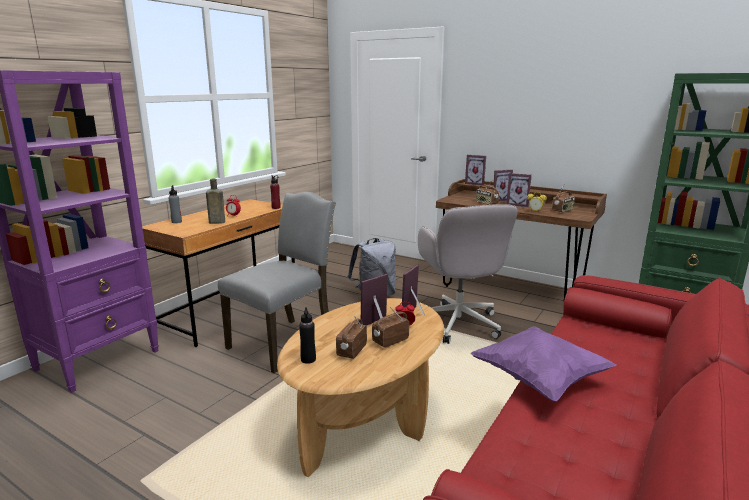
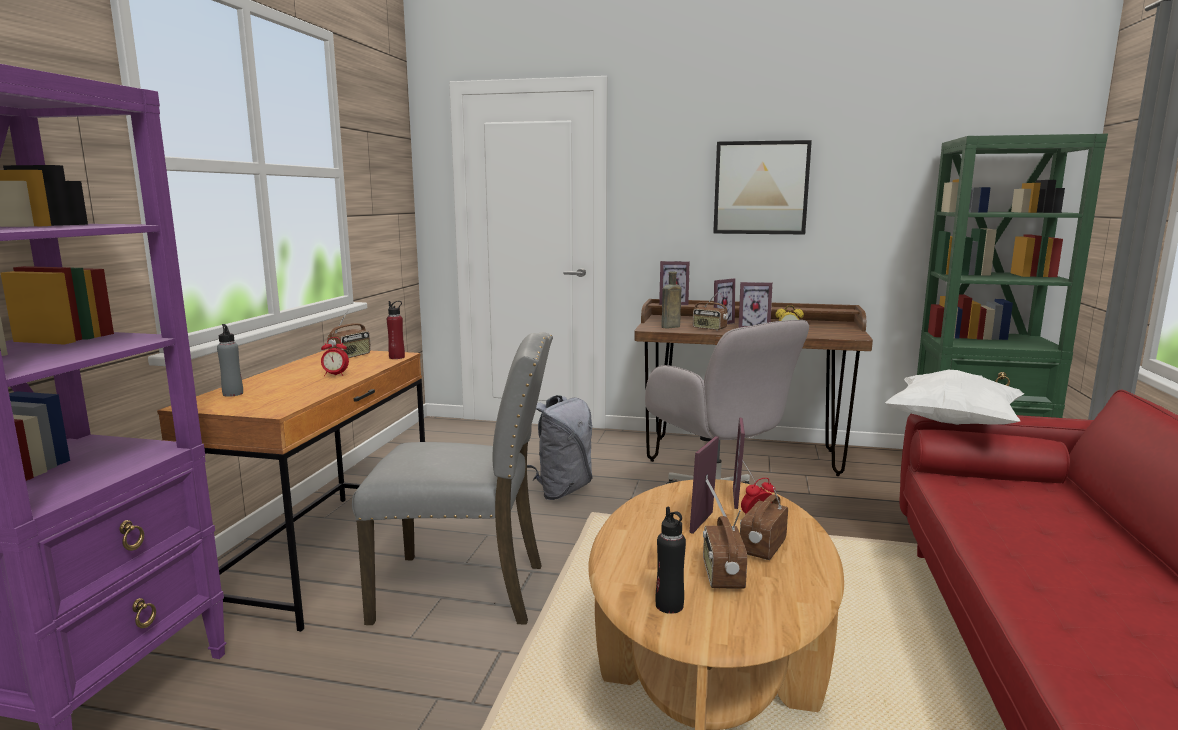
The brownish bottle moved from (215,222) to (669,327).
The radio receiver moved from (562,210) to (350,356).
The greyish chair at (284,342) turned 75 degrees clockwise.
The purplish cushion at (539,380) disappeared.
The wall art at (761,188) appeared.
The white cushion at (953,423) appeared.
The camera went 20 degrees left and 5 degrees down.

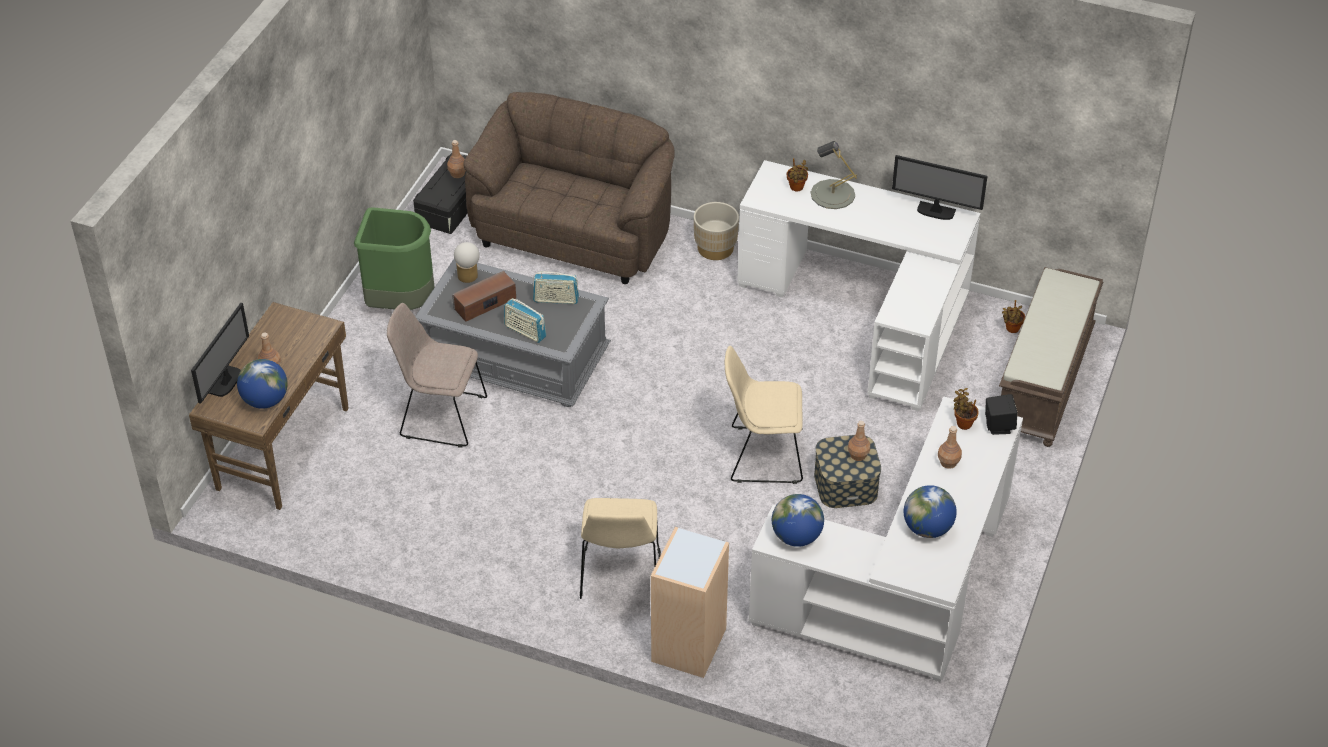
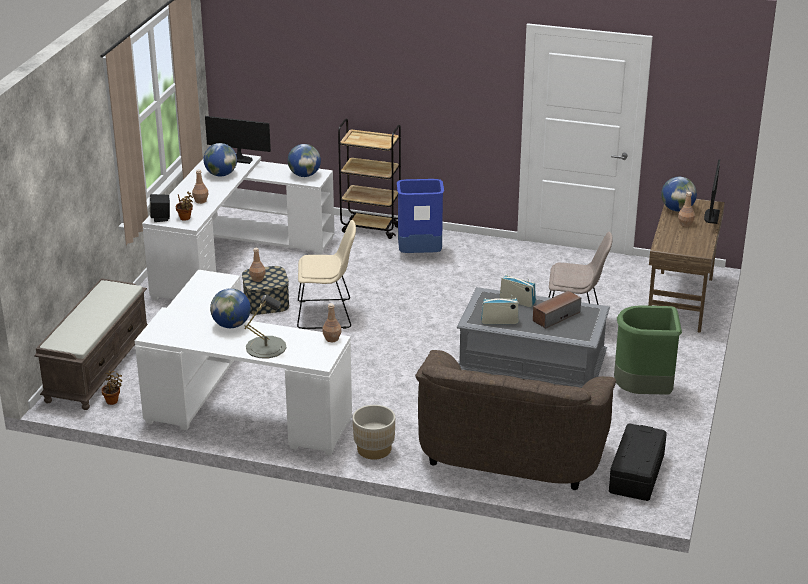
The brownish bottle moved from (457,174) to (332,338).
The computer screen moved from (935,212) to (239,159).
The houseplant at (796,188) disappeared.
The tabletop lamp at (468,278) disappeared.
The beige chair at (620,576) was replaced by the blue-coloured trash can at (419,254).
The shelving unit at (688,645) was replaced by the brownish trolley at (371,229).
The globe at (231,325) appeared.
The camera went 175 degrees right and 15 degrees down.

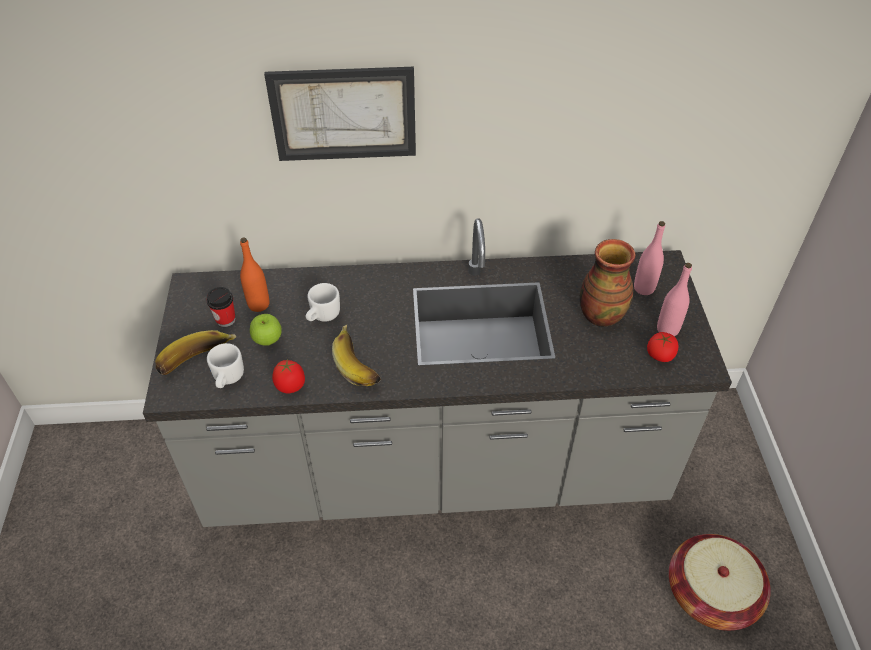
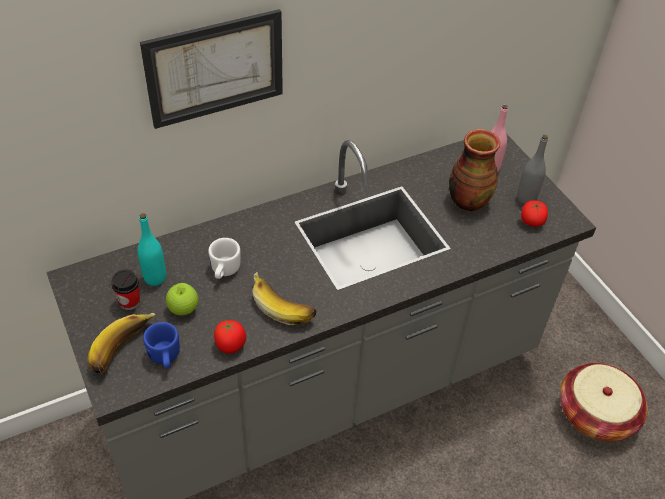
The orangey bottle at (259,304) became the blue-green bottle at (155,278).
The pink bottle at (667,329) became the greyish bottle at (526,198).
The white tea mug at (227,379) became the blue-coloured tea mug at (164,358).
The camera went 25 degrees left and 0 degrees up.

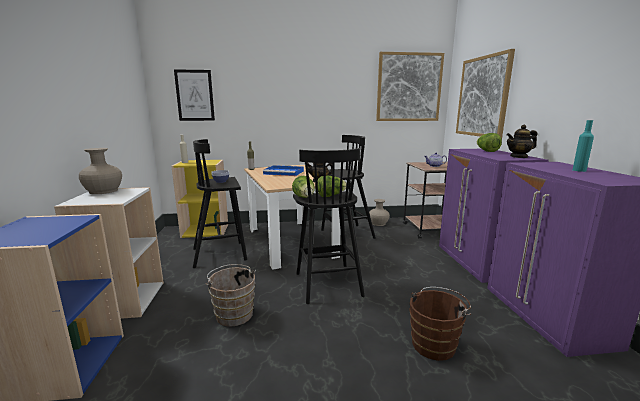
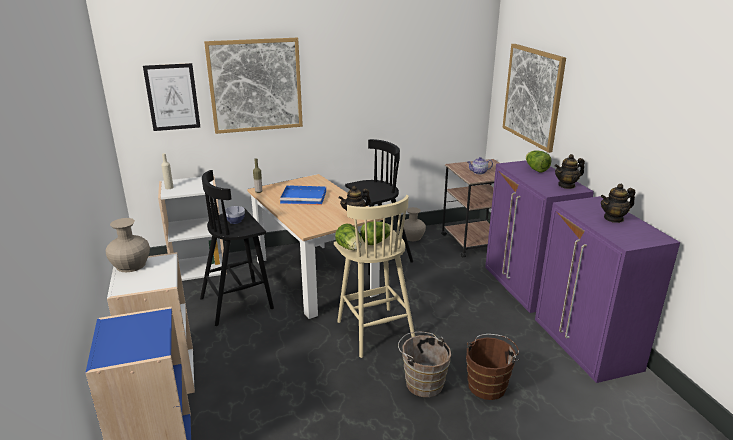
The wall art moved from (409,87) to (255,85).
The blue-green bottle at (579,170) was replaced by the teapot at (613,218).
The black-coloured stool seat at (327,283) became the beige stool seat at (374,330).
The yellow-coloured shelving unit at (206,230) became the white shelving unit at (200,267).
The brownish bucket moved from (234,313) to (422,382).
The camera went 10 degrees left and 10 degrees up.

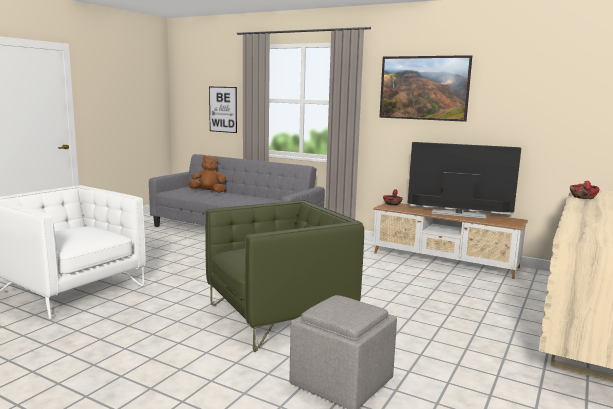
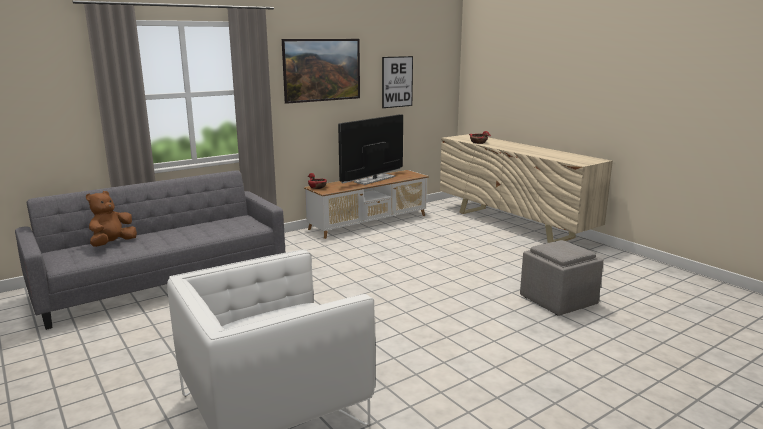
The wall art moved from (223,109) to (397,82).
The green lounge chair at (280,316) disappeared.
The camera went 65 degrees left and 5 degrees up.

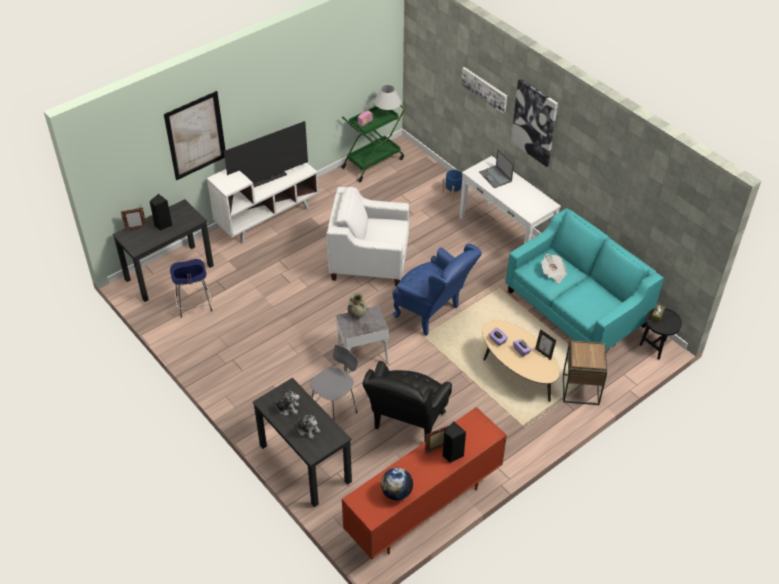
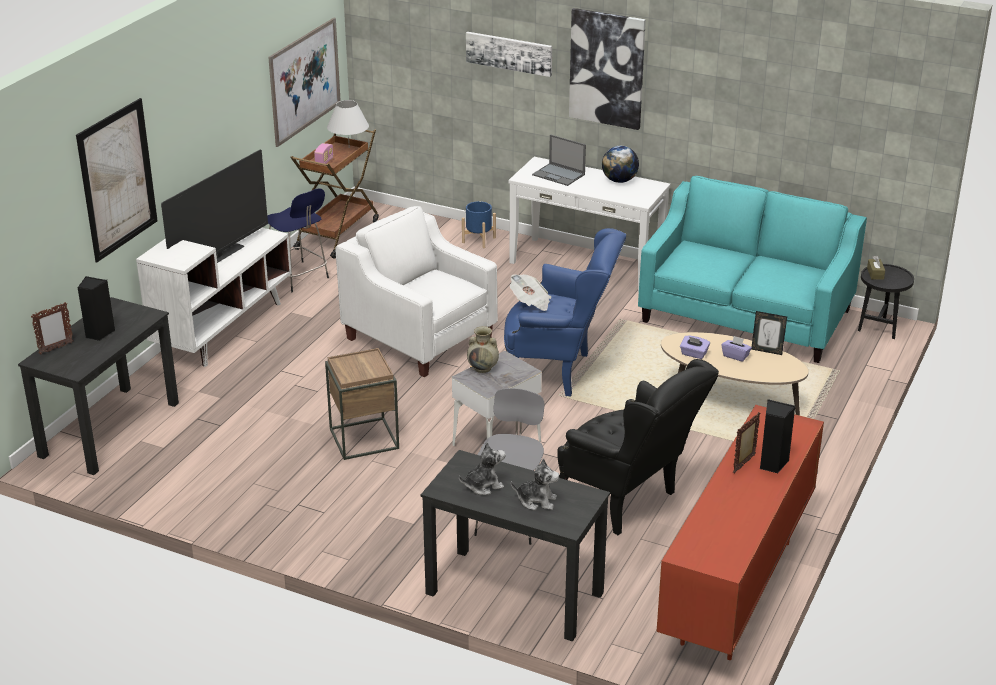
The green trolley at (373,163) became the brownish trolley at (338,235).
The white lounge chair at (369,261) turned 60 degrees clockwise.
The printed paper moved from (553,273) to (530,302).
The blue-coloured stool seat moved from (194,304) to (298,277).
The brownish end table moved from (580,389) to (363,438).
The black-coloured lounge chair at (406,426) turned 45 degrees counterclockwise.
The globe moved from (396,492) to (619,181).
The wall art at (305,81) appeared.
The camera went 25 degrees left and 15 degrees down.

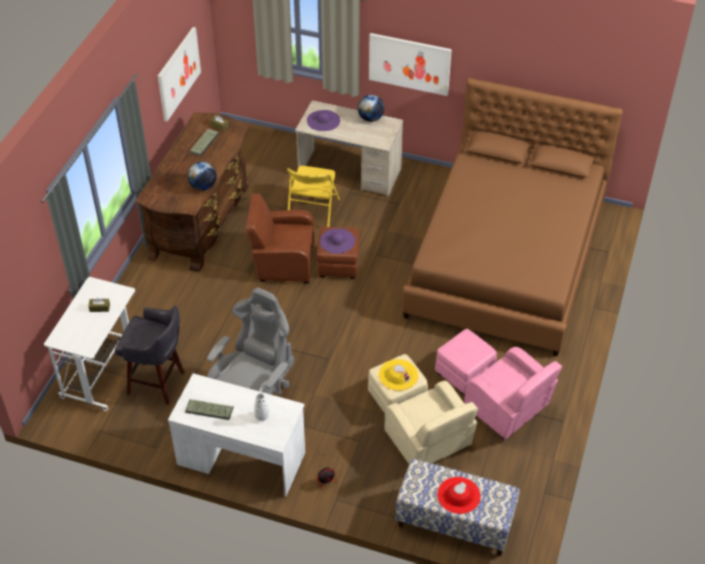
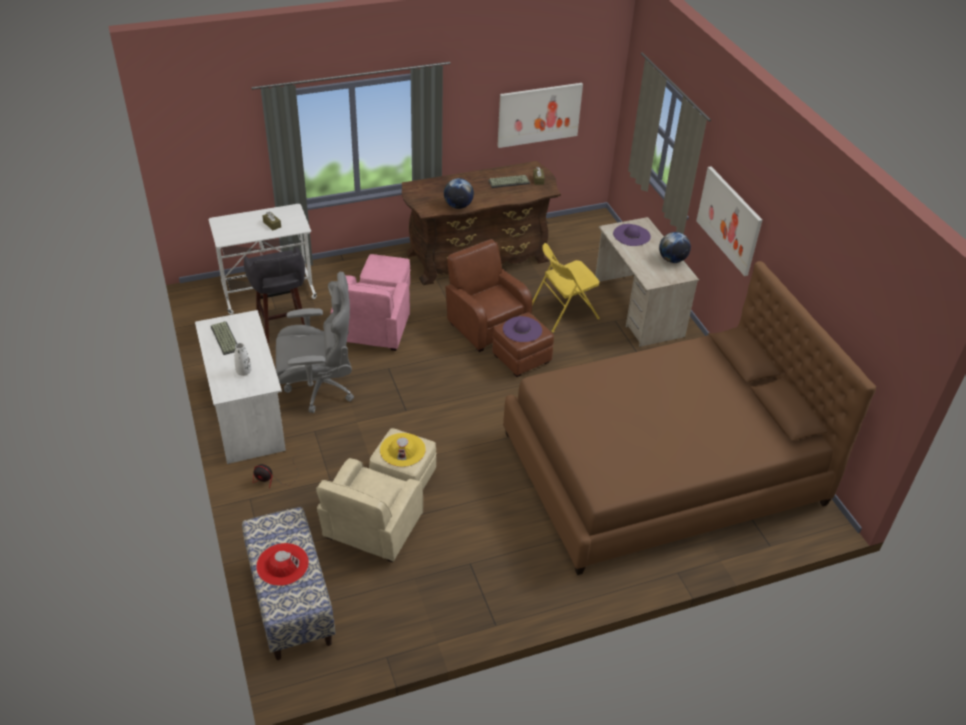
The pink lounge chair moved from (494,397) to (376,320).
The camera went 50 degrees right and 5 degrees down.

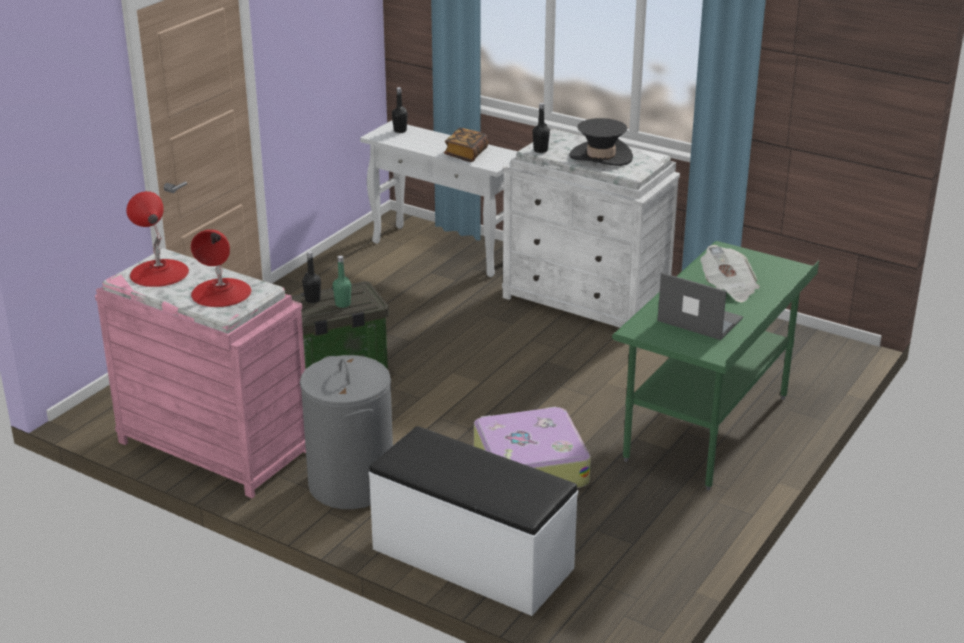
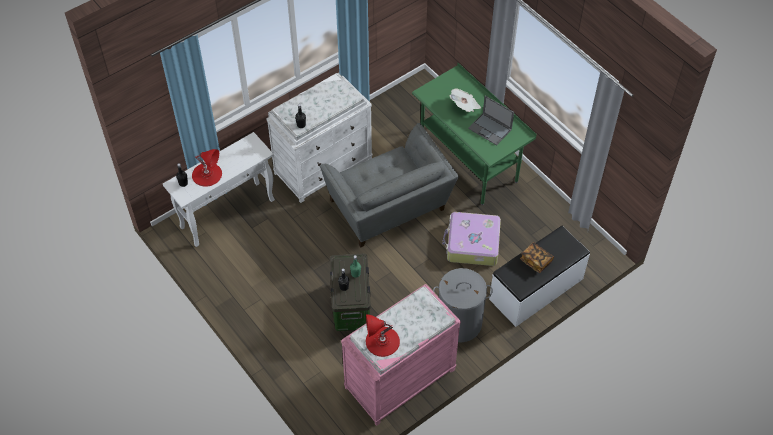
The black-coloured clothing hat at (601,156) disappeared.
The volume moved from (466,154) to (536,261).
The reddish tabletop lamp moved from (221,292) to (207,174).
The laptop at (698,319) turned 105 degrees counterclockwise.
The greyish lounge chair at (388,208) appeared.
The camera went 70 degrees left and 25 degrees up.

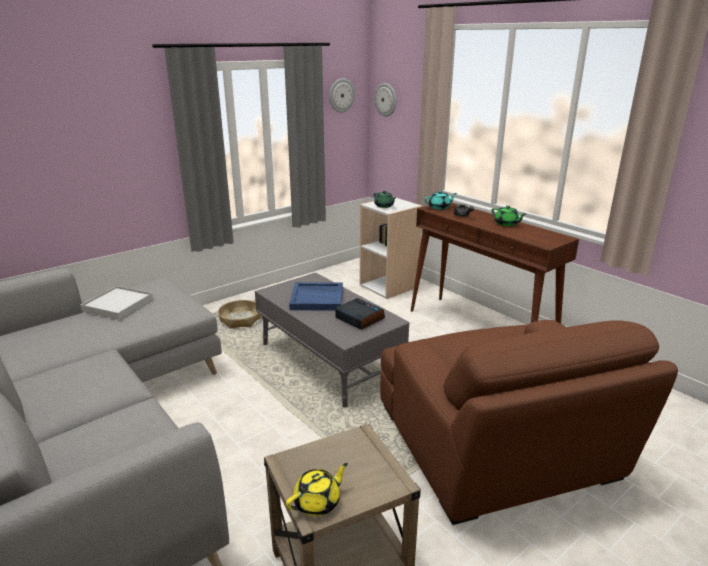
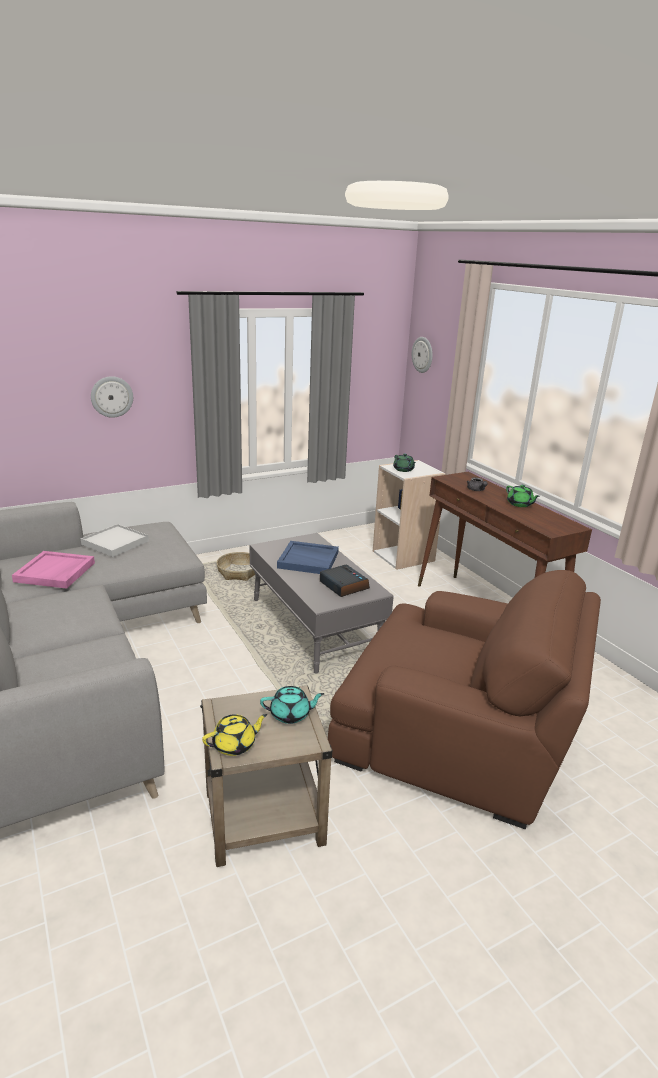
The hanging clock moved from (341,95) to (112,396).
The blue-green teapot moved from (439,207) to (291,714).
The brownish lounge chair at (497,445) turned 60 degrees counterclockwise.
The pink tray at (55,572) appeared.
The camera went 10 degrees right and 0 degrees up.

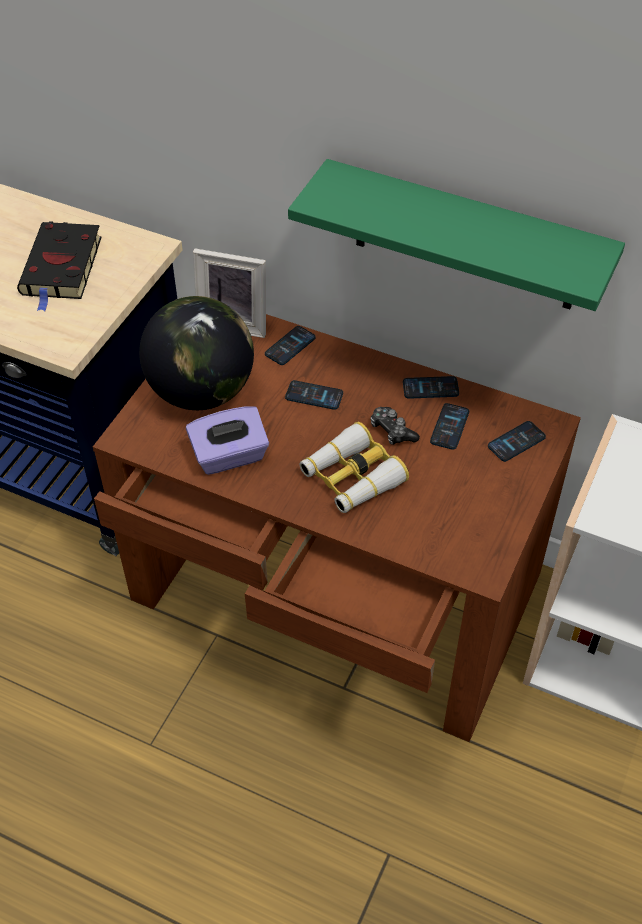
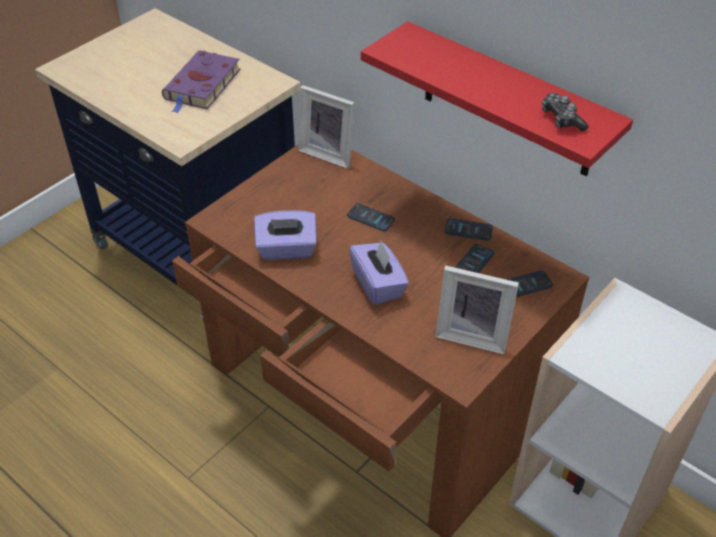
The green shelf at (465,237) became the reddish shelf at (508,101).
The black-coloured volume at (61,268) became the purplish volume at (202,86).
The globe at (201,392) disappeared.
The phone at (290,346) disappeared.
The game controller moved from (392,431) to (561,119).
The pair of binoculars at (352,477) was replaced by the purplish tissue box at (378,285).
The standing frame at (473,334) appeared.
The camera went 15 degrees right and 5 degrees down.

